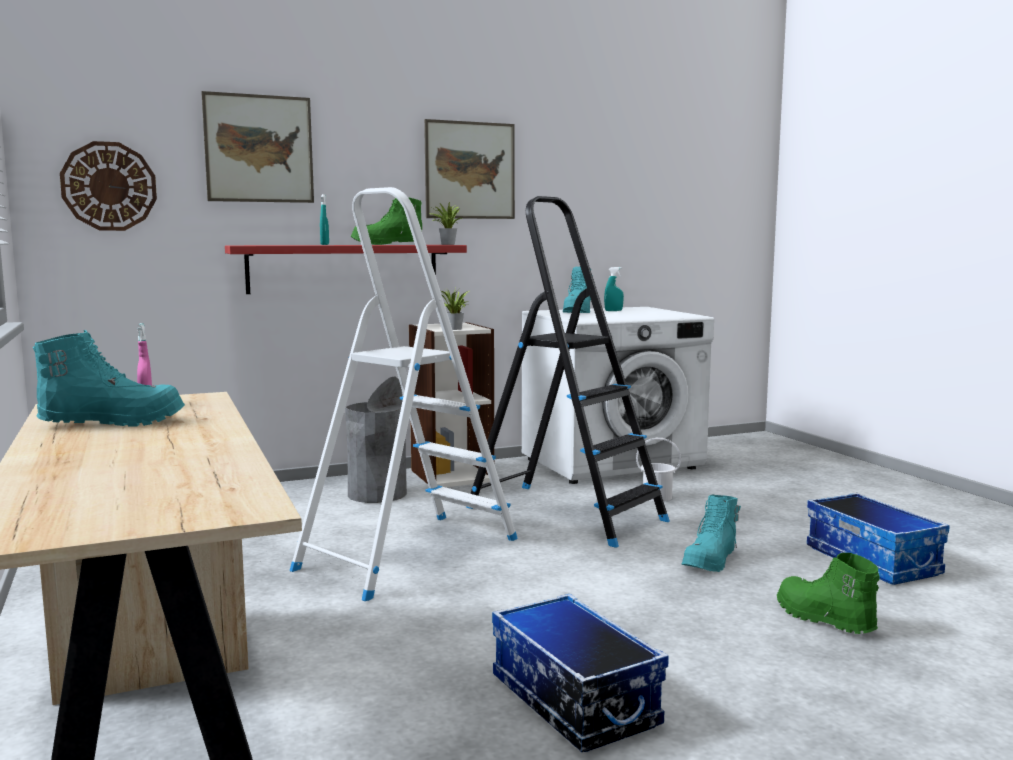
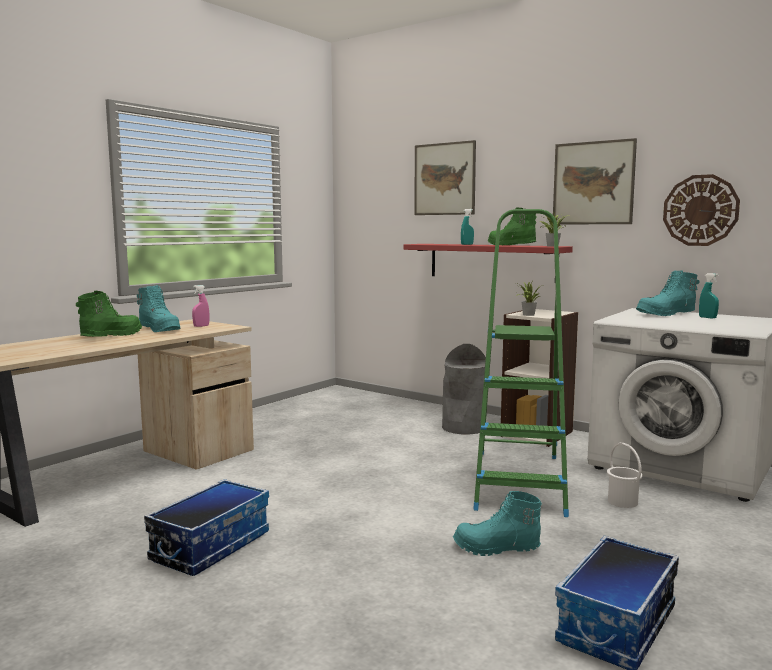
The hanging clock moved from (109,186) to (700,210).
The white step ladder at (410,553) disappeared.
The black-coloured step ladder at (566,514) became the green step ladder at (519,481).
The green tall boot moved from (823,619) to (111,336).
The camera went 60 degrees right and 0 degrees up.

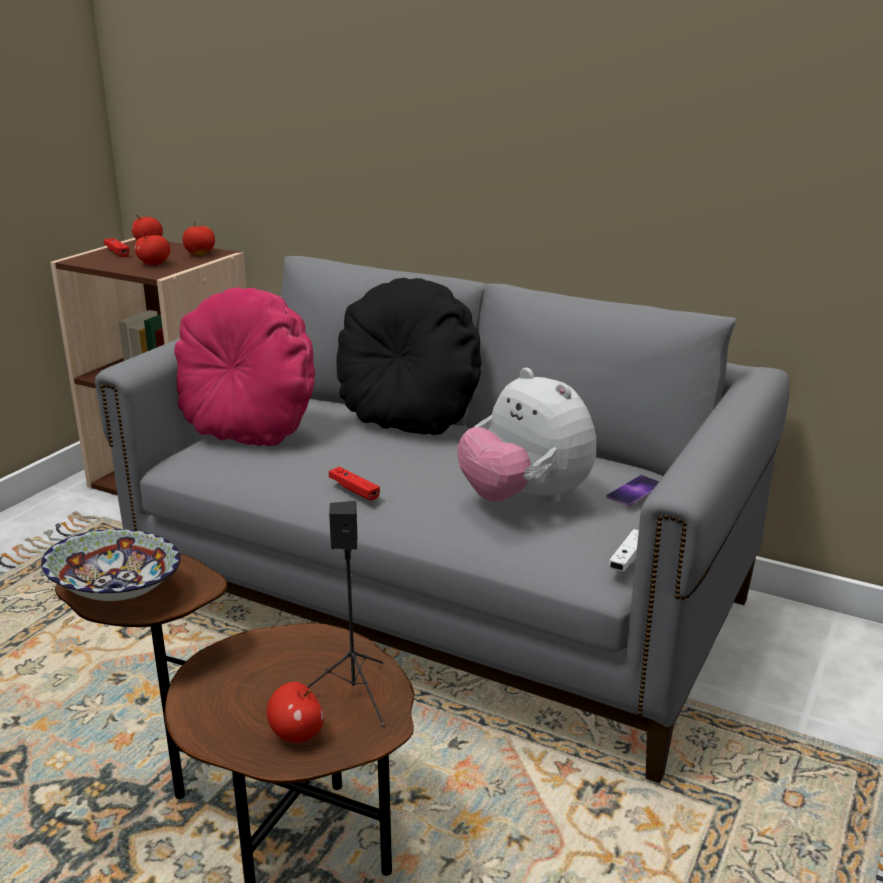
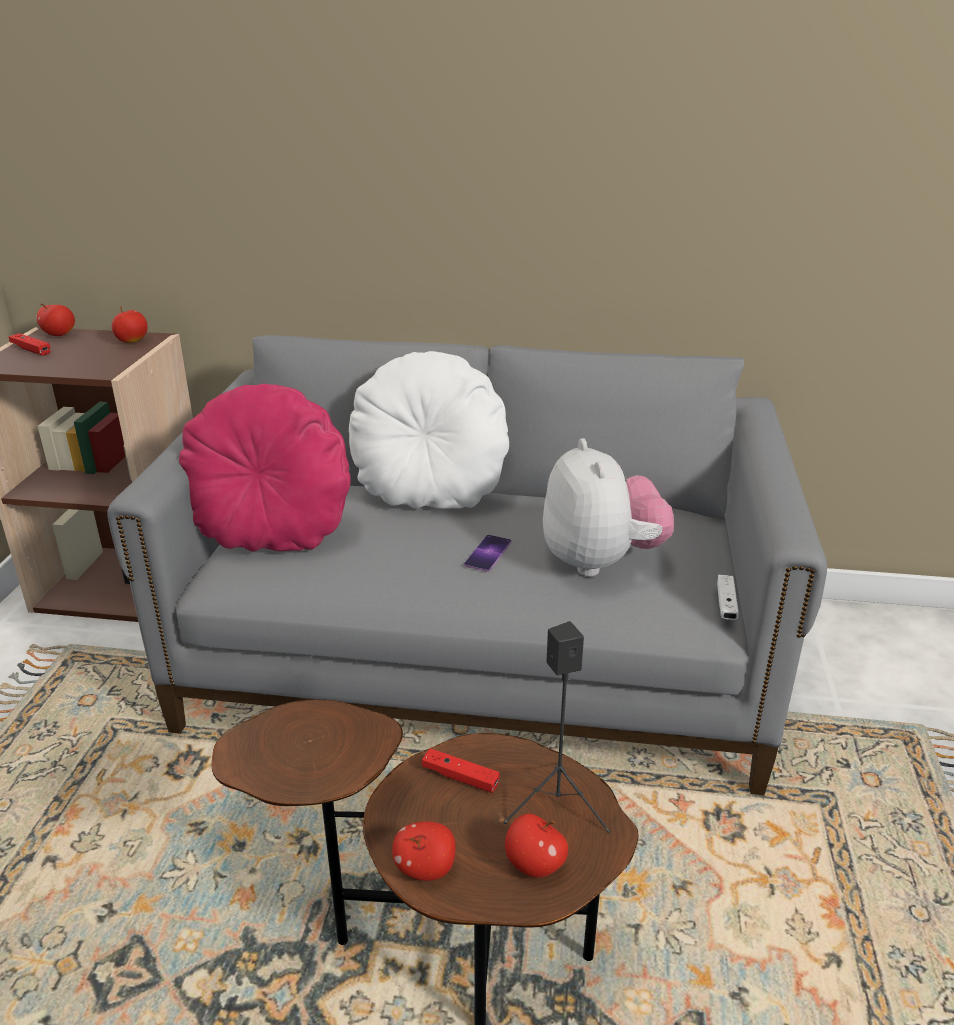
The whole apple moved from (154,264) to (425,869).
The black-coloured cushion at (408,423) became the white cushion at (430,497).
The soft toy at (525,499) turned 135 degrees counterclockwise.
The reddish game controller moved from (354,490) to (460,777).
The phone moved from (635,491) to (488,553).
The bowl at (115,594) disappeared.
The camera went 20 degrees left and 5 degrees up.

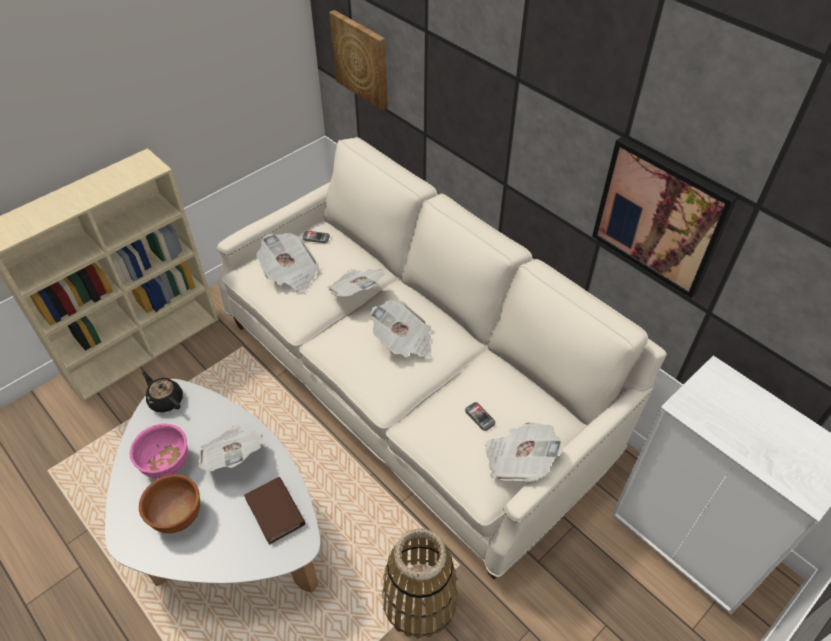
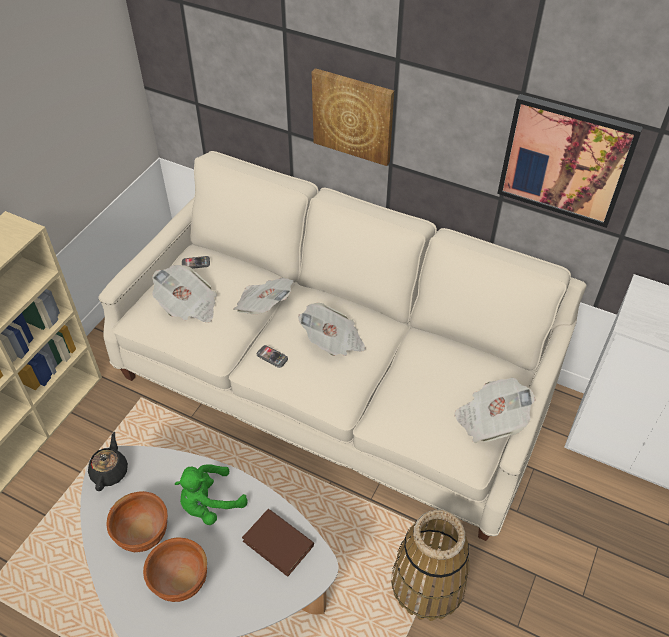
The wall art moved from (361,59) to (353,116).
The black-coloured teapot at (166,400) turned 75 degrees clockwise.
The phone moved from (480,417) to (272,357).
The pink bowl at (166,464) became the brownish bowl at (143,535).
The printed paper at (233,456) was replaced by the green soft toy at (210,504).
The camera went 20 degrees left and 0 degrees up.

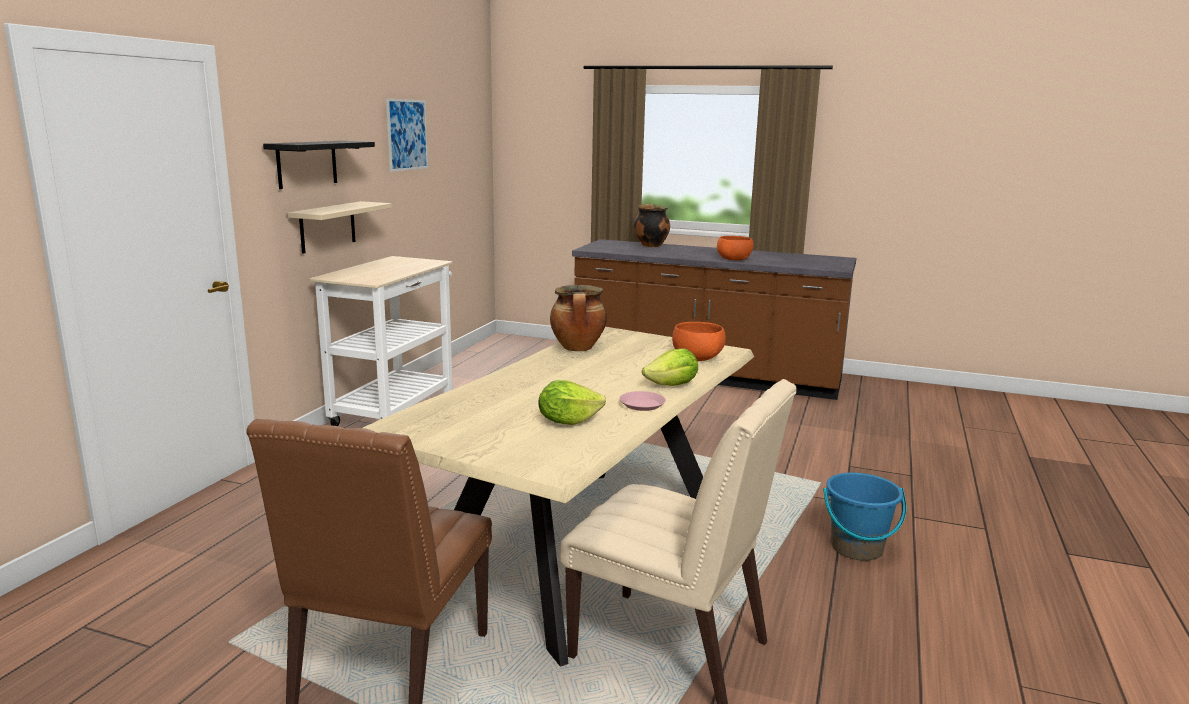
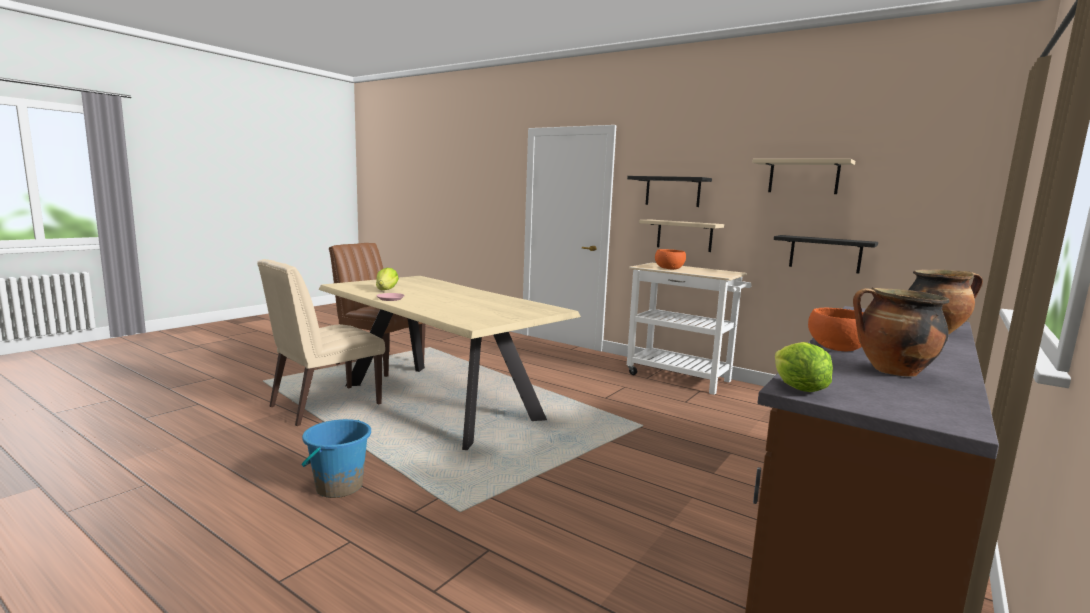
The wall art at (407,135) was replaced by the beige shelf at (803,177).
The stockpot moved from (578,348) to (892,371).
The orangey bowl moved from (697,358) to (669,268).
The lettuce moved from (672,385) to (798,389).
The black-coloured shelf at (825,254) appeared.
The camera went 105 degrees right and 5 degrees down.

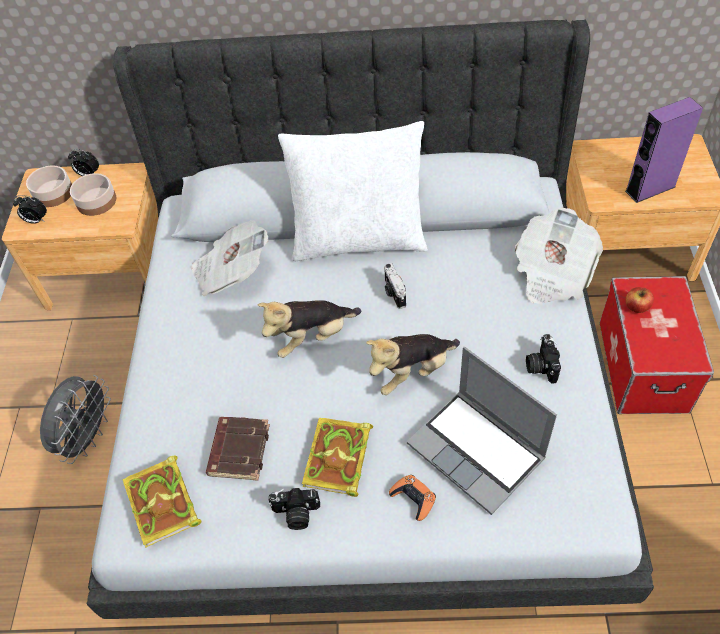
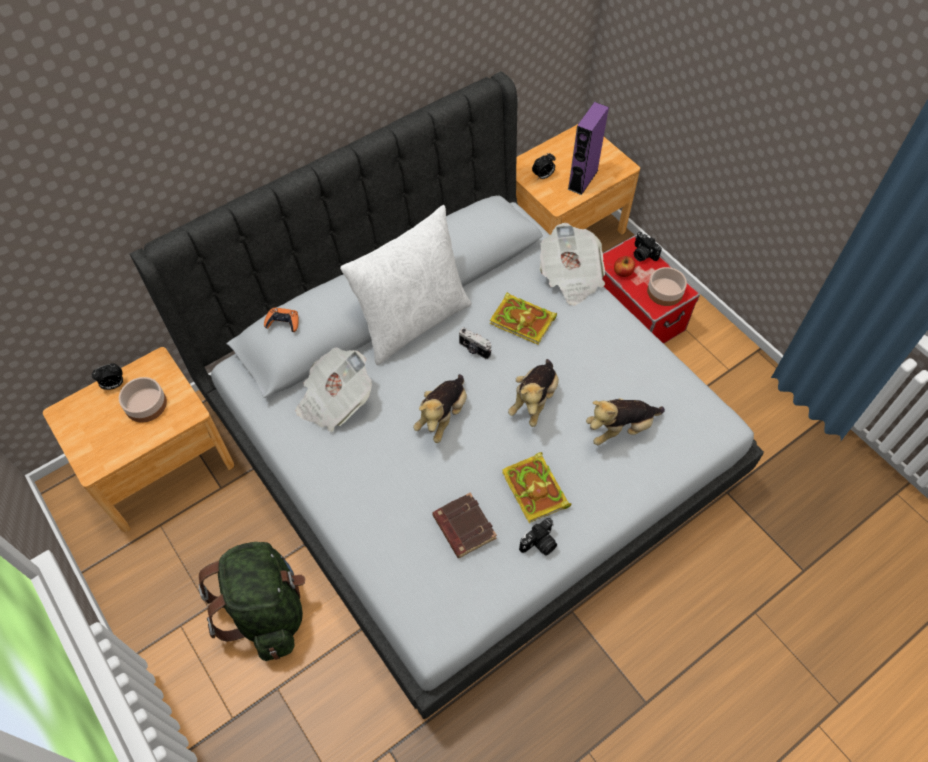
The bowl moved from (53,193) to (665,292).
The bedside clock moved from (36,221) to (543,176).
The photo camera moved from (541,366) to (642,254).
The laptop at (478,451) was replaced by the soft toy at (620,428).
The greyish cooling fan at (88,437) was replaced by the green rucksack at (267,610).
The volume moved from (164,504) to (524,321).
The orangey game controller moved from (413,499) to (283,322).
The camera went 40 degrees left and 5 degrees up.

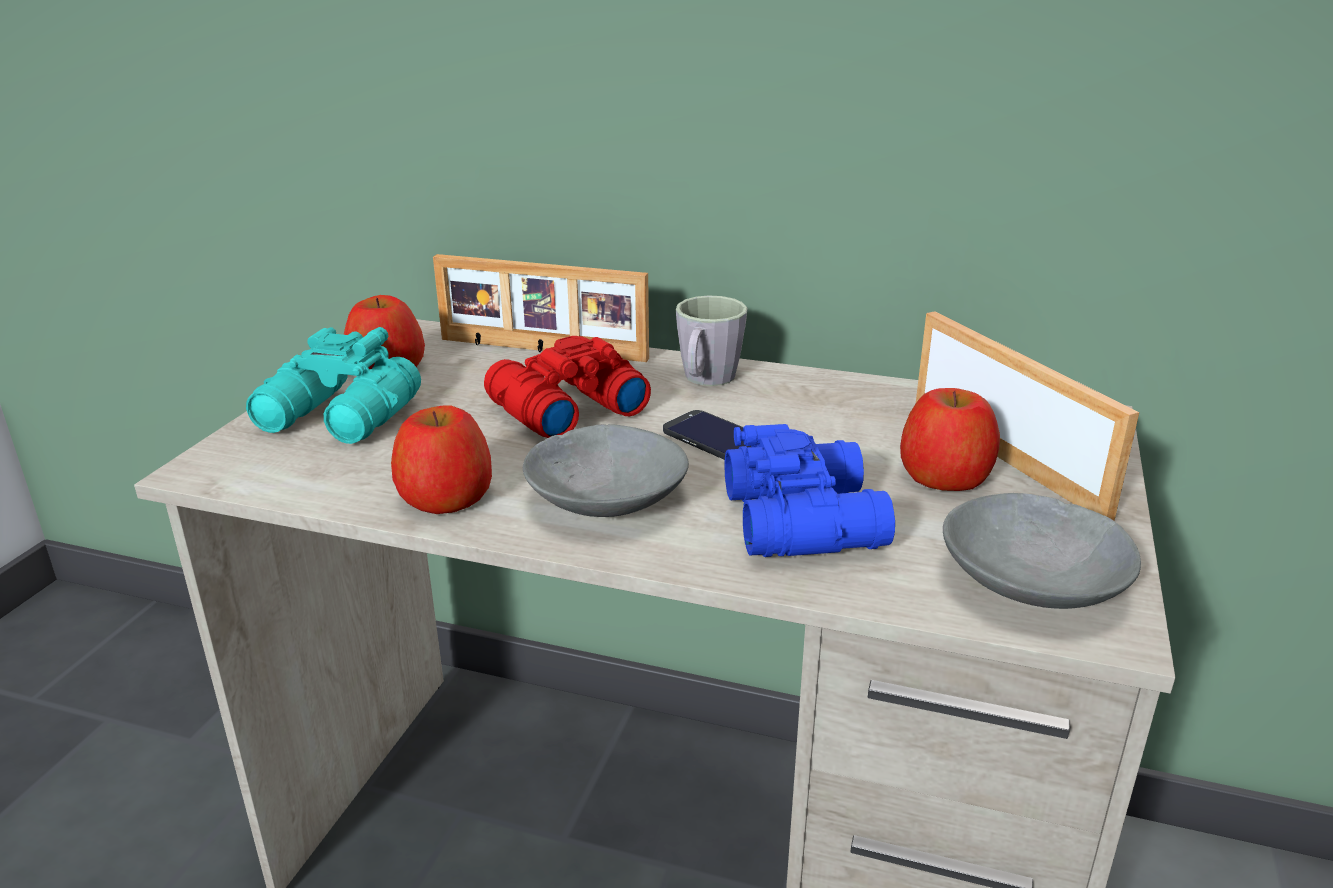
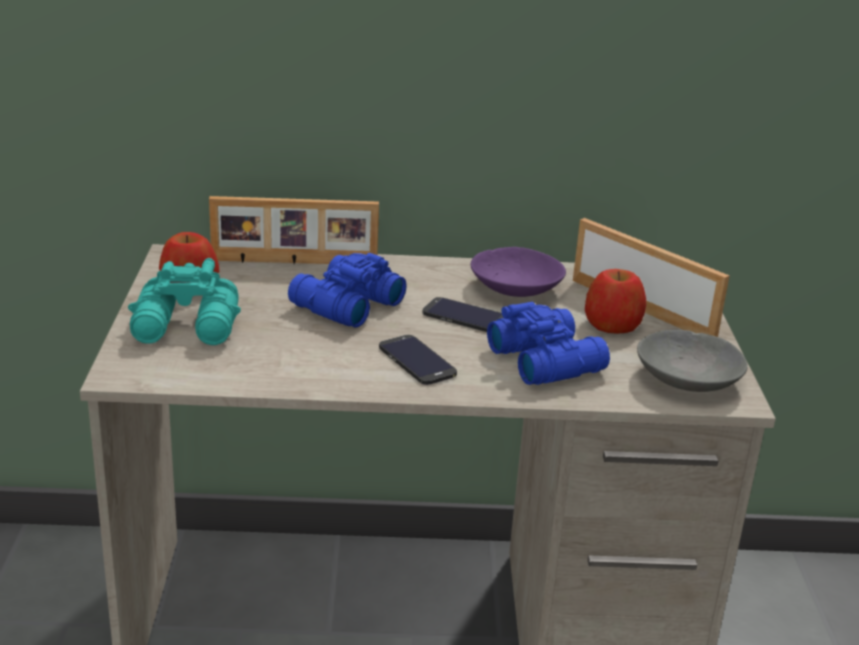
The greyish tea mug at (706,380) disappeared.
The reddish pair of binoculars at (563,408) became the blue-coloured pair of binoculars at (344,305).
The whole apple at (446,496) disappeared.
The greyish bowl at (606,496) was replaced by the phone at (417,360).
The purplish bowl at (516,287) appeared.
The camera went 20 degrees left and 0 degrees up.

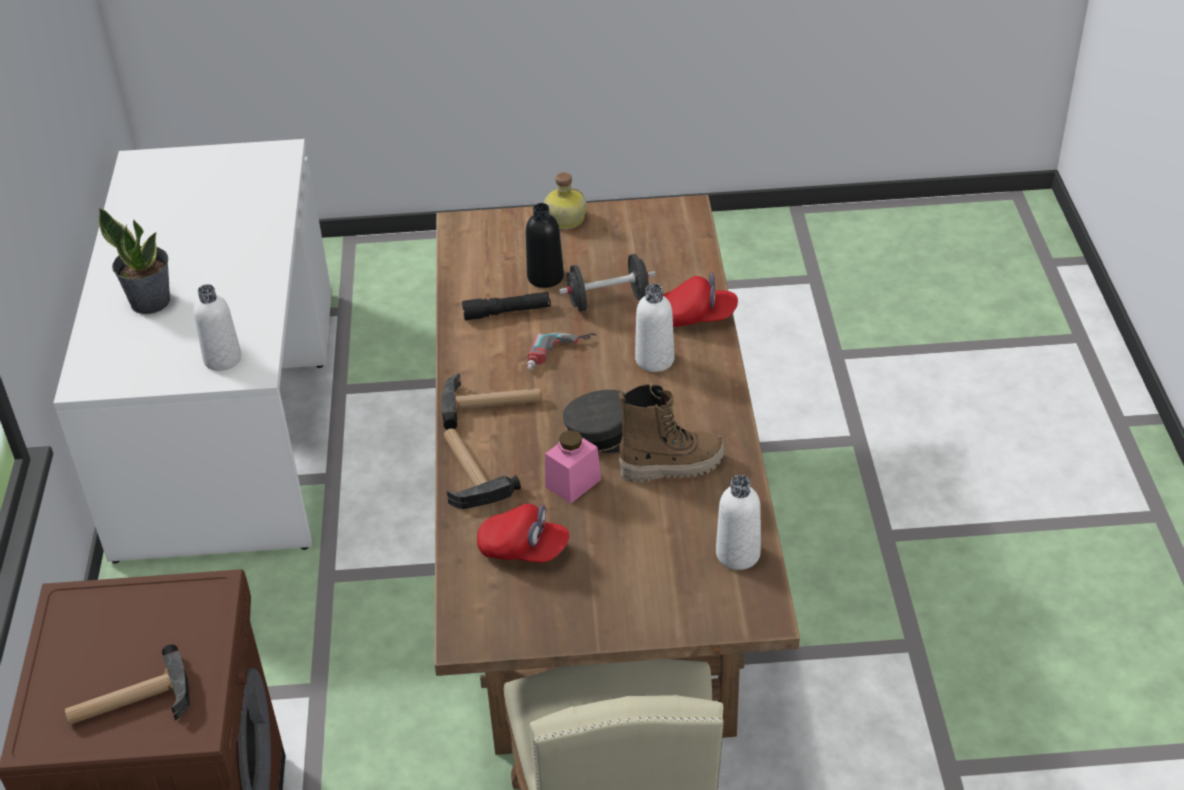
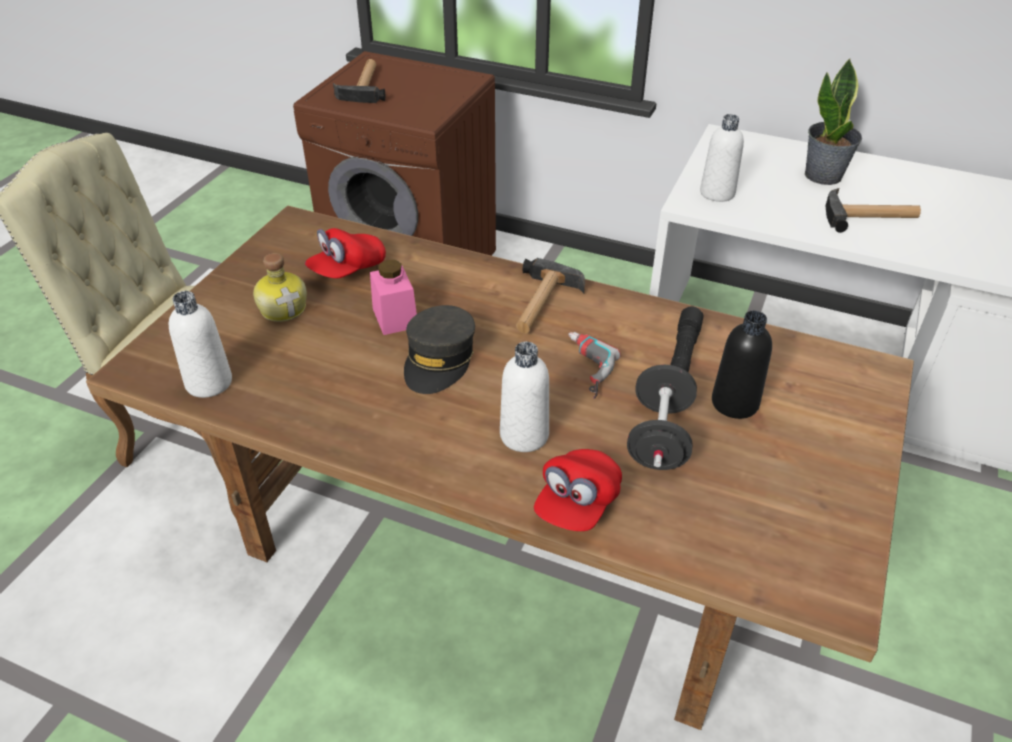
The bottle moved from (564,219) to (284,308).
The tall boot at (671,465) disappeared.
The hand hammer moved from (468,471) to (870,216).
The camera went 115 degrees right and 0 degrees up.

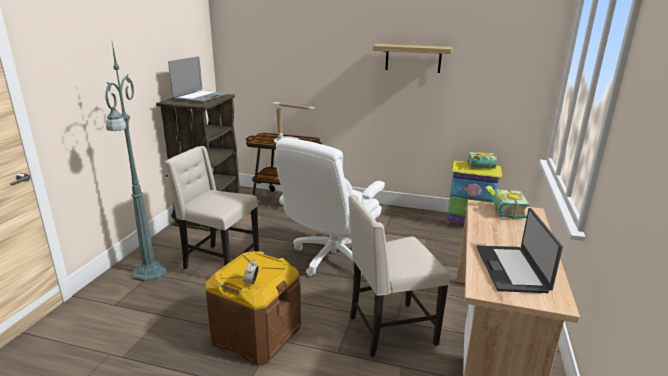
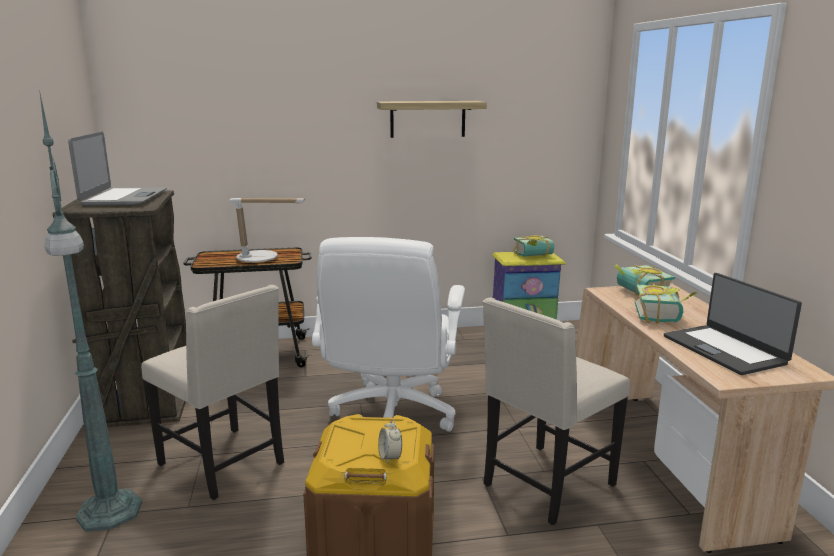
The beige chair at (219,262) turned 135 degrees counterclockwise.
The volume at (663,316) appeared.
The camera went 25 degrees left and 5 degrees down.

